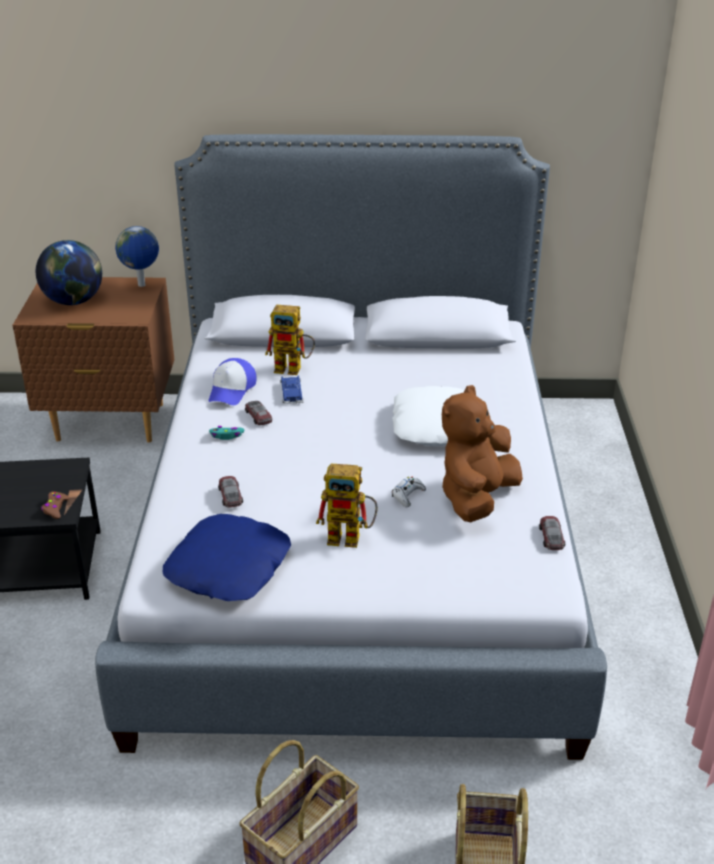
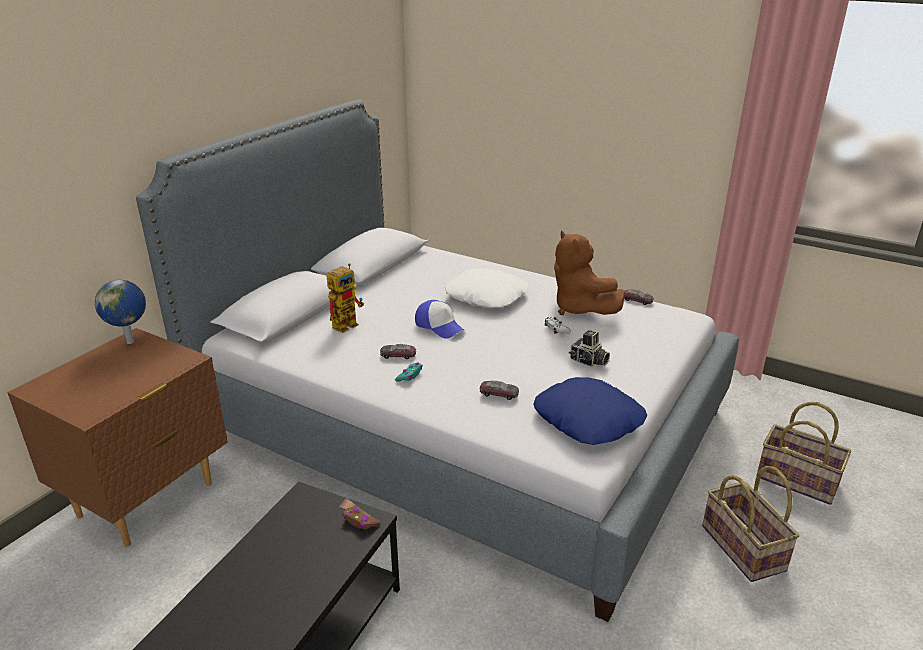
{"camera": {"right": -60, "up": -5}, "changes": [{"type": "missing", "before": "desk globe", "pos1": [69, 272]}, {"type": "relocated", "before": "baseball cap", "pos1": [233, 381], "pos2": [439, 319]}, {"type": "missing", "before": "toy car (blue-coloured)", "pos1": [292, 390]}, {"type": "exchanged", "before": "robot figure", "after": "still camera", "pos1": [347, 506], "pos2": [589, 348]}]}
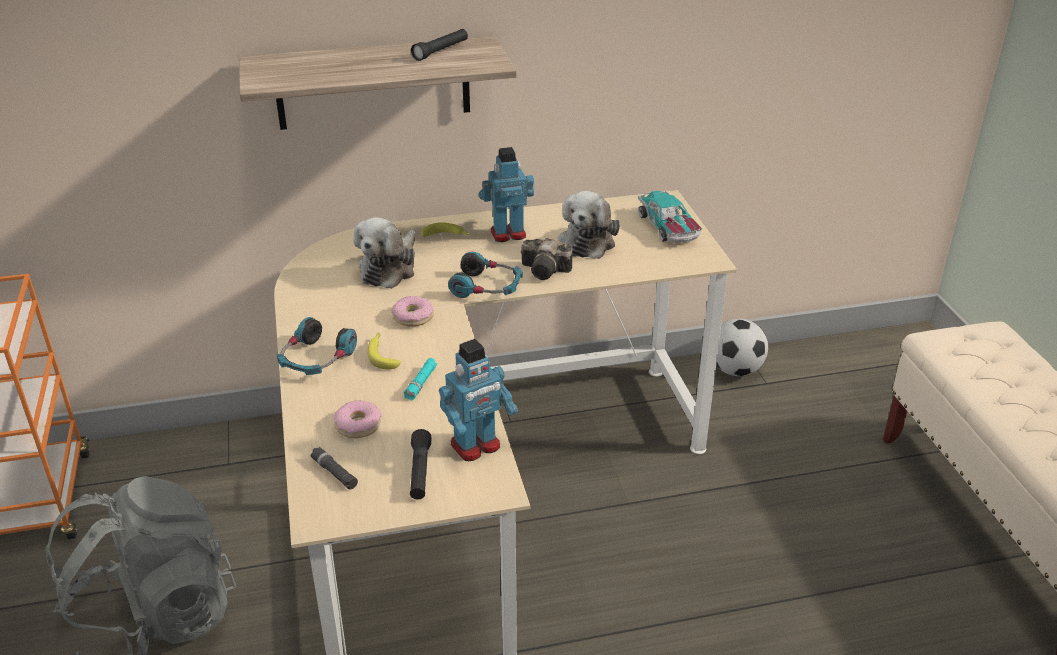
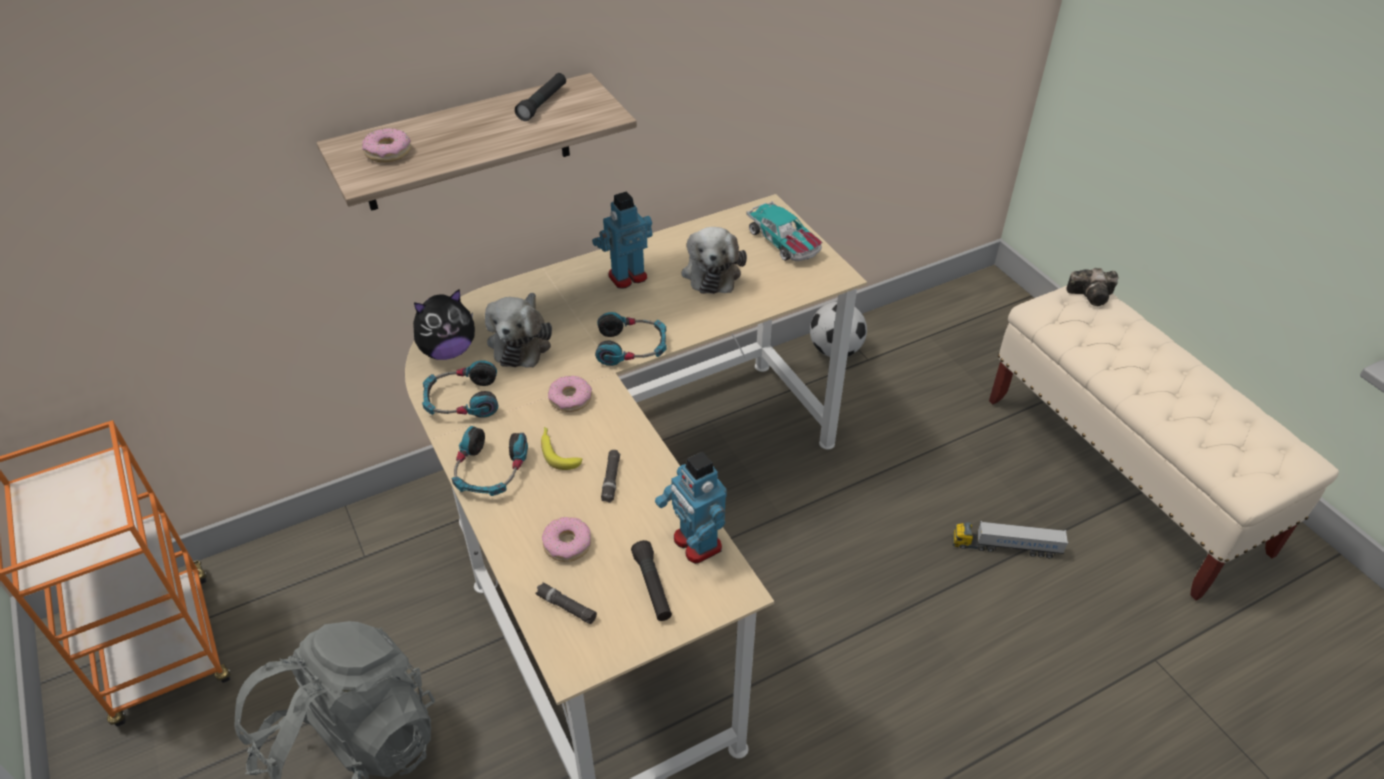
{"camera": {"right": -15, "up": 10}, "changes": [{"type": "colour", "before": "torch (turquoise)", "after": "torch (black-coloured)", "pos1": [420, 379], "pos2": [610, 476]}, {"type": "missing", "before": "banana fruit", "pos1": [445, 229]}, {"type": "spun", "before": "robot figure", "pos1": [478, 400], "pos2": [691, 507], "turn": 105}, {"type": "relocated", "before": "still camera", "pos1": [546, 259], "pos2": [1092, 287]}, {"type": "appeared", "after": "doughnut", "pos2": [386, 145]}, {"type": "appeared", "after": "cuddly toy", "pos2": [444, 324]}, {"type": "appeared", "after": "headphones", "pos2": [460, 389]}, {"type": "appeared", "after": "toy lorry", "pos2": [1010, 539]}]}
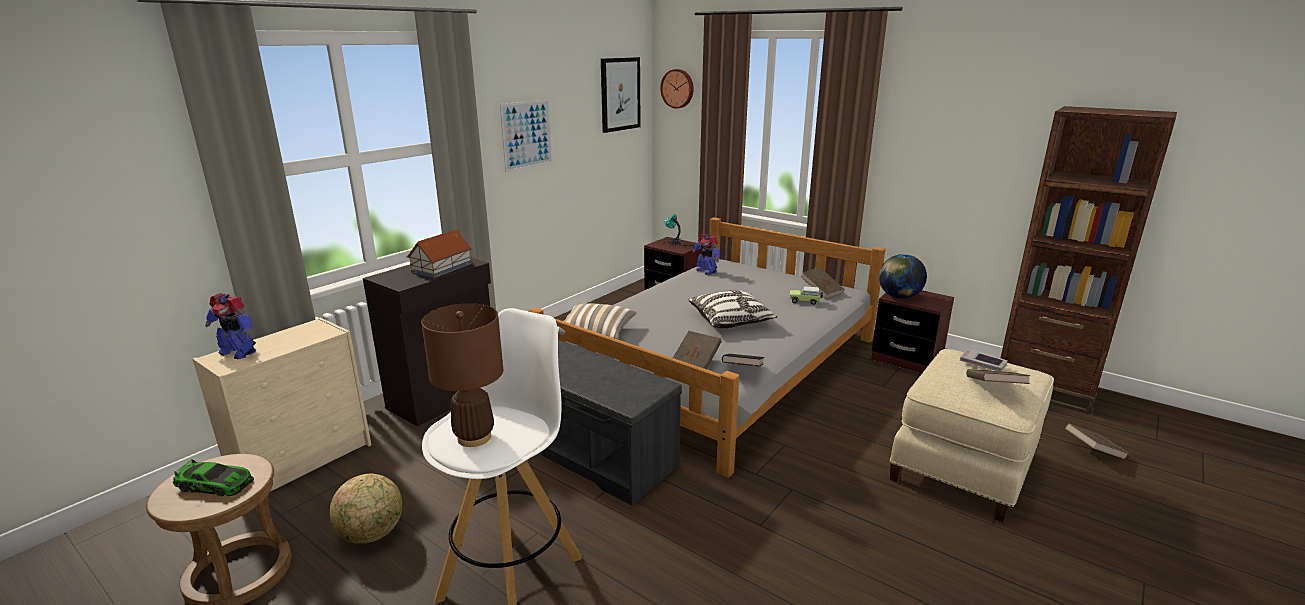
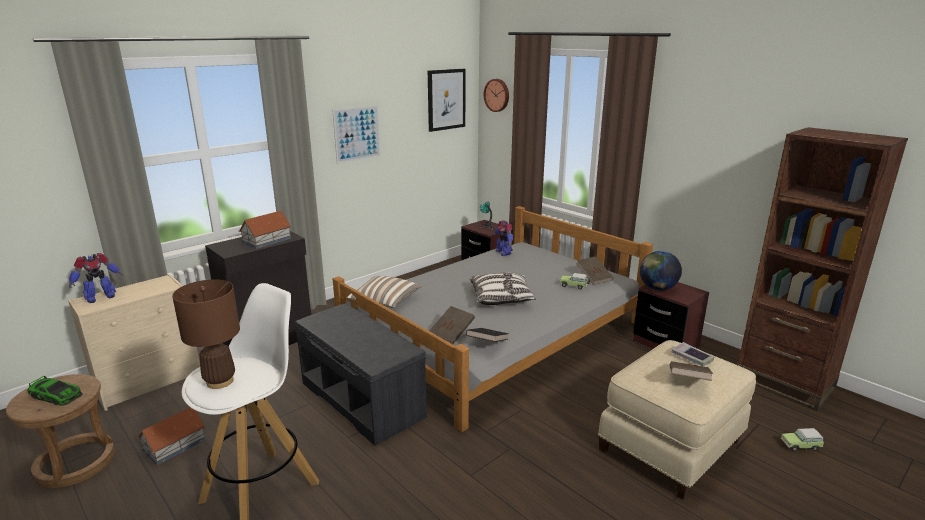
{"camera": {"right": 10, "up": 0}, "changes": [{"type": "spun", "before": "robot figure", "pos1": [230, 326], "pos2": [96, 278], "turn": -75}, {"type": "exchanged", "before": "desk globe", "after": "toy house", "pos1": [365, 509], "pos2": [171, 436]}, {"type": "exchanged", "before": "bound book (brown-coloured)", "after": "toy car", "pos1": [1097, 441], "pos2": [802, 440]}]}
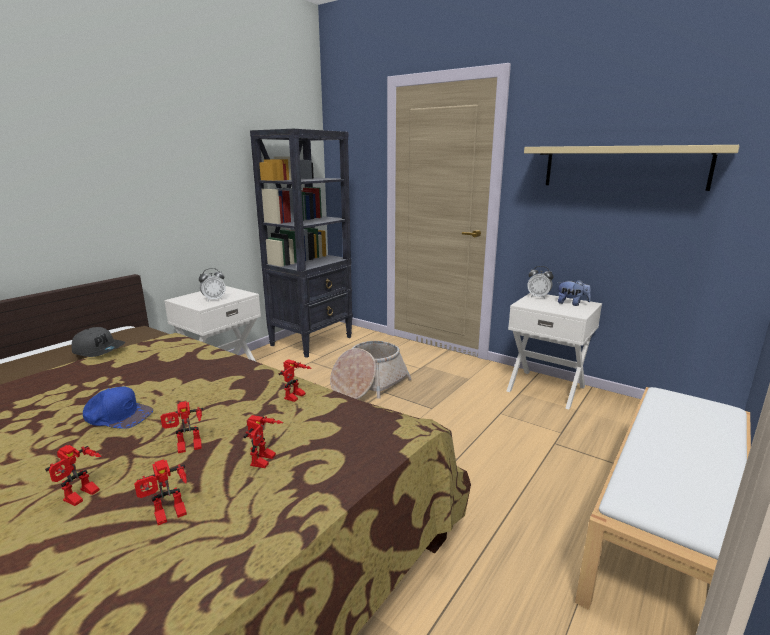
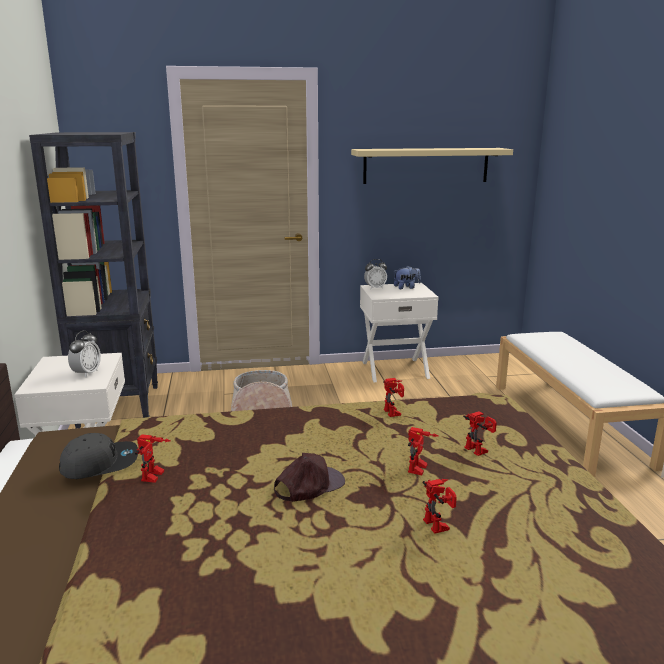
{"camera": {"right": -45, "up": 0}, "changes": [{"type": "colour", "before": "baseball cap (blue-coloured)", "after": "baseball cap (brown-coloured)", "pos1": [118, 408], "pos2": [309, 477]}, {"type": "relocated", "before": "robot figure", "pos1": [160, 492], "pos2": [153, 458]}]}
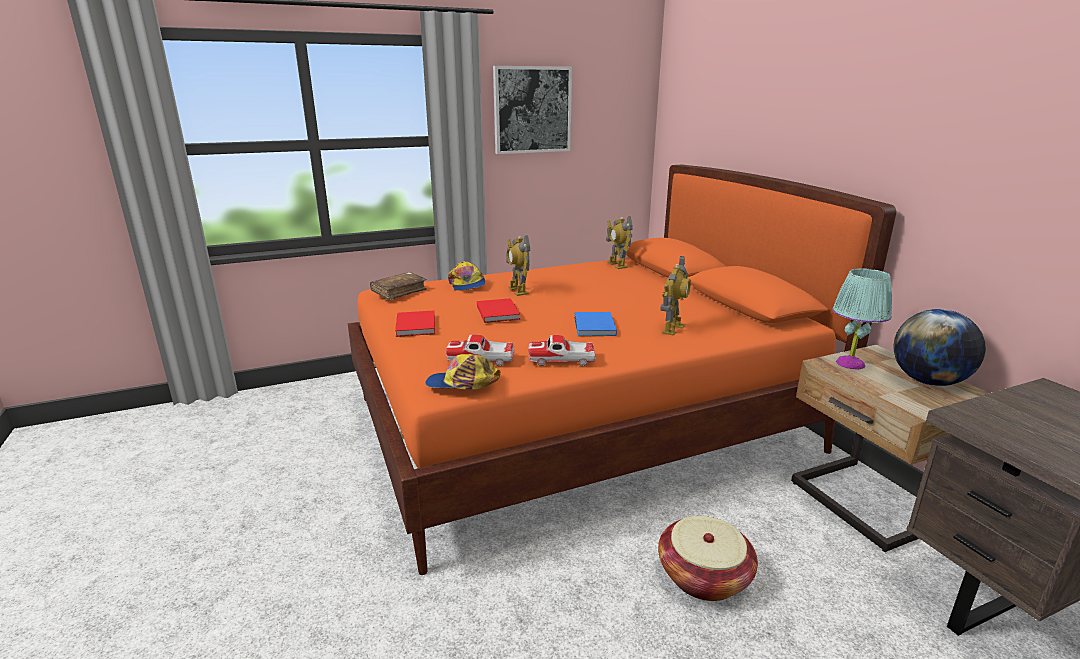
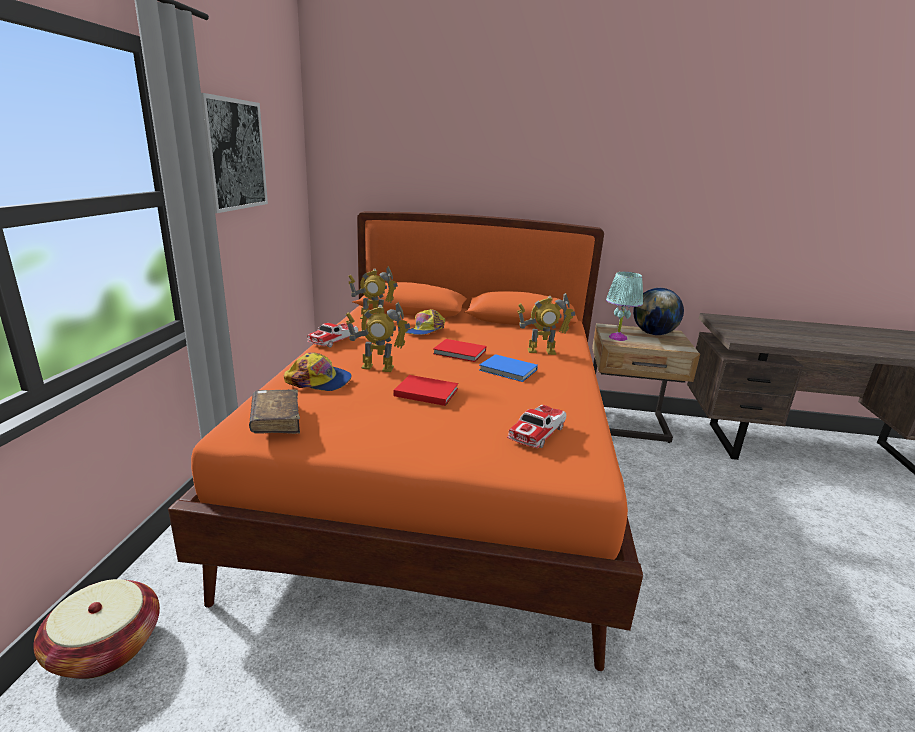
{"camera": {"right": -60, "up": 0}, "changes": [{"type": "relocated", "before": "bound book (reddish)", "pos1": [415, 324], "pos2": [459, 350]}, {"type": "relocated", "before": "baseball cap", "pos1": [463, 372], "pos2": [425, 322]}, {"type": "relocated", "before": "toy car", "pos1": [562, 350], "pos2": [332, 335]}, {"type": "relocated", "before": "storage basket", "pos1": [708, 558], "pos2": [96, 629]}, {"type": "spun", "before": "robot figure", "pos1": [675, 296], "pos2": [546, 323], "turn": 120}]}
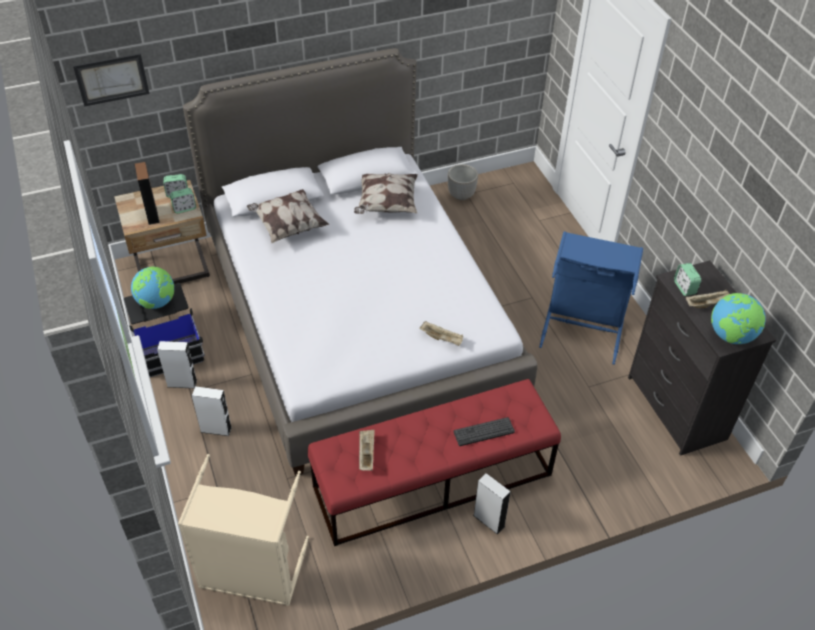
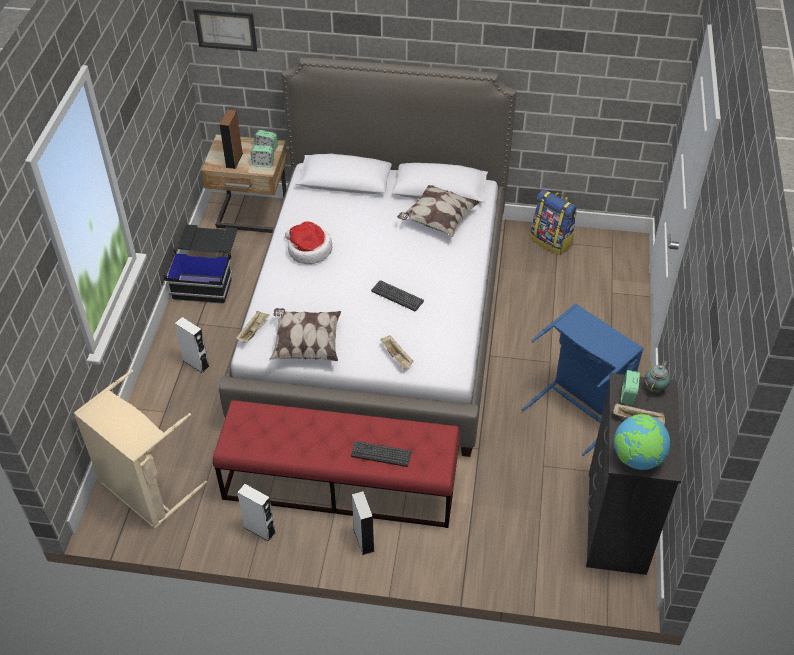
{"camera": {"right": 30, "up": 0}, "changes": [{"type": "missing", "before": "desk globe", "pos1": [152, 288]}, {"type": "relocated", "before": "audio speaker (whitish)", "pos1": [177, 364], "pos2": [256, 513]}, {"type": "relocated", "before": "pillow", "pos1": [288, 216], "pos2": [305, 334]}, {"type": "relocated", "before": "tray (beige)", "pos1": [367, 450], "pos2": [253, 327]}, {"type": "exchanged", "before": "planter", "after": "rucksack", "pos1": [463, 182], "pos2": [553, 222]}, {"type": "appeared", "after": "hat", "pos2": [308, 242]}, {"type": "appeared", "after": "keyboard", "pos2": [397, 295]}, {"type": "appeared", "after": "pot for tea", "pos2": [657, 377]}]}
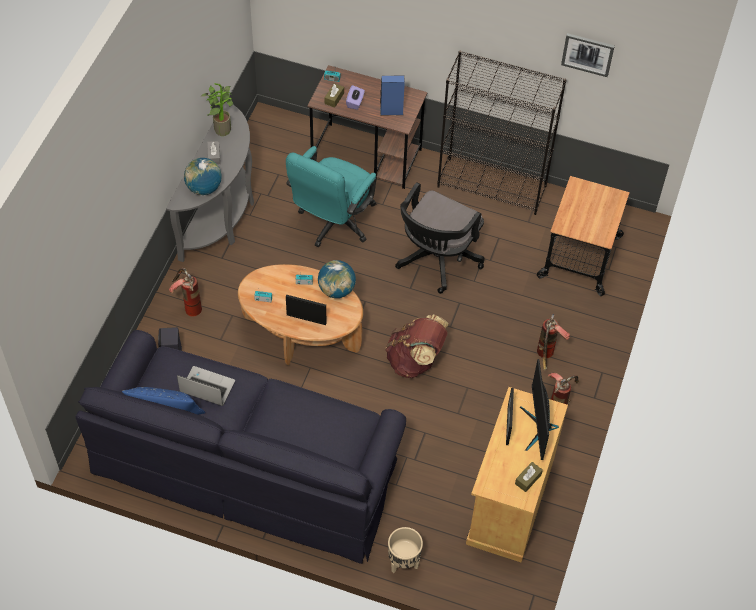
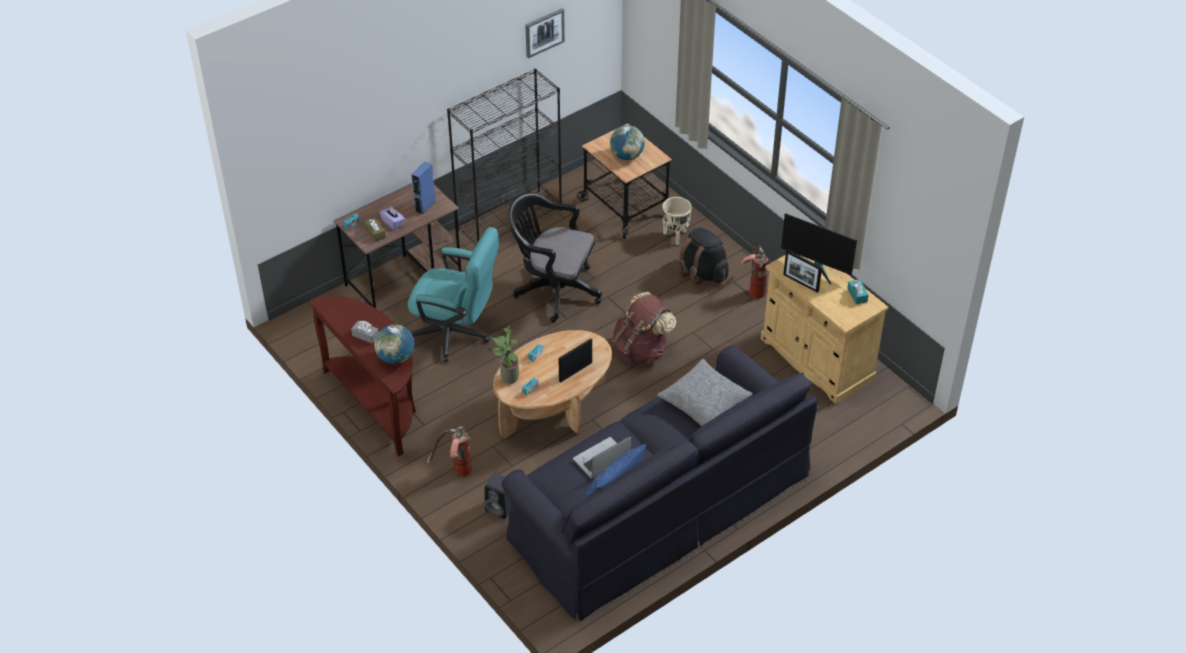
{"camera": {"right": -55, "up": -10}, "changes": [{"type": "colour", "before": "narrow table (greyish)", "after": "narrow table (brown-coloured)", "pos1": [210, 182], "pos2": [362, 376]}, {"type": "relocated", "before": "potted plant", "pos1": [216, 109], "pos2": [503, 355]}, {"type": "spun", "before": "office chair (turquoise)", "pos1": [331, 196], "pos2": [453, 294], "turn": -45}, {"type": "relocated", "before": "desk globe", "pos1": [337, 279], "pos2": [627, 142]}, {"type": "relocated", "before": "planter (beige)", "pos1": [405, 550], "pos2": [677, 221]}, {"type": "spun", "before": "office chair (black-coloured)", "pos1": [440, 238], "pos2": [555, 257], "turn": 135}, {"type": "colour", "before": "tissue holder (brown-coloured)", "after": "tissue holder (turquoise)", "pos1": [529, 477], "pos2": [858, 291]}, {"type": "exchanged", "before": "extinguisher", "after": "rucksack (black-coloured)", "pos1": [553, 342], "pos2": [703, 256]}, {"type": "appeared", "after": "pillow (greyish)", "pos2": [705, 392]}]}
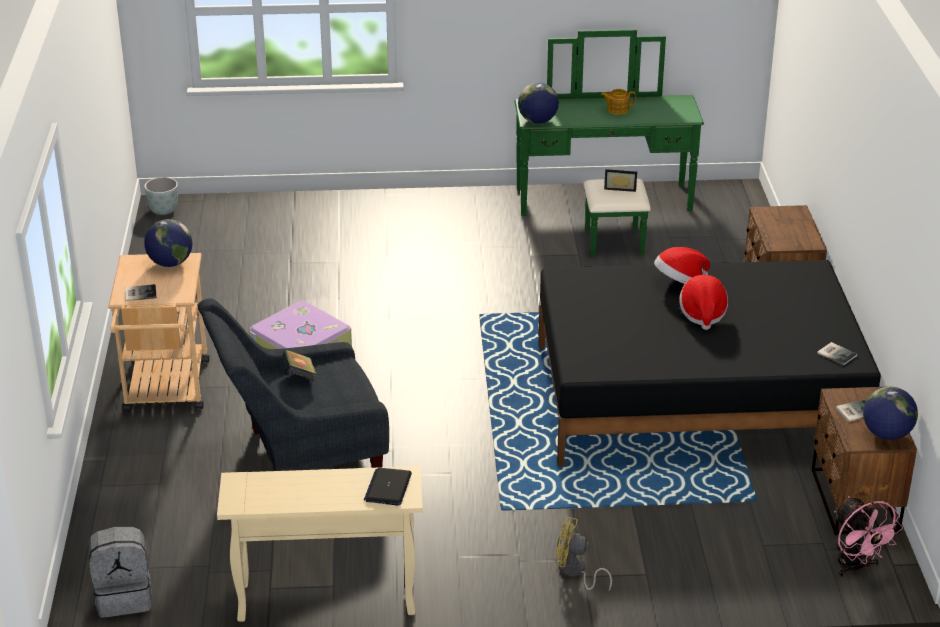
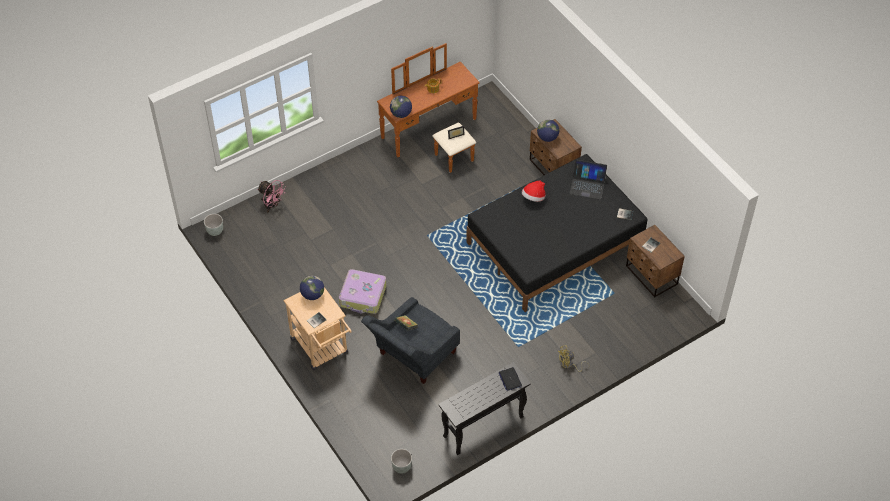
{"camera": {"right": -30, "up": 20}, "changes": [{"type": "exchanged", "before": "rucksack (greyish)", "after": "planter (greyish)", "pos1": [120, 572], "pos2": [401, 461]}, {"type": "colour", "before": "narrow table (beige)", "after": "narrow table (black-coloured)", "pos1": [320, 544], "pos2": [485, 408]}, {"type": "colour", "before": "dresser (green)", "after": "dresser (brown-coloured)", "pos1": [609, 142], "pos2": [428, 108]}, {"type": "missing", "before": "hat", "pos1": [703, 302]}, {"type": "relocated", "before": "cooling fan (pink-coloured)", "pos1": [868, 536], "pos2": [271, 196]}, {"type": "relocated", "before": "desk globe", "pos1": [890, 413], "pos2": [548, 130]}, {"type": "appeared", "after": "portable computer", "pos2": [588, 180]}]}
